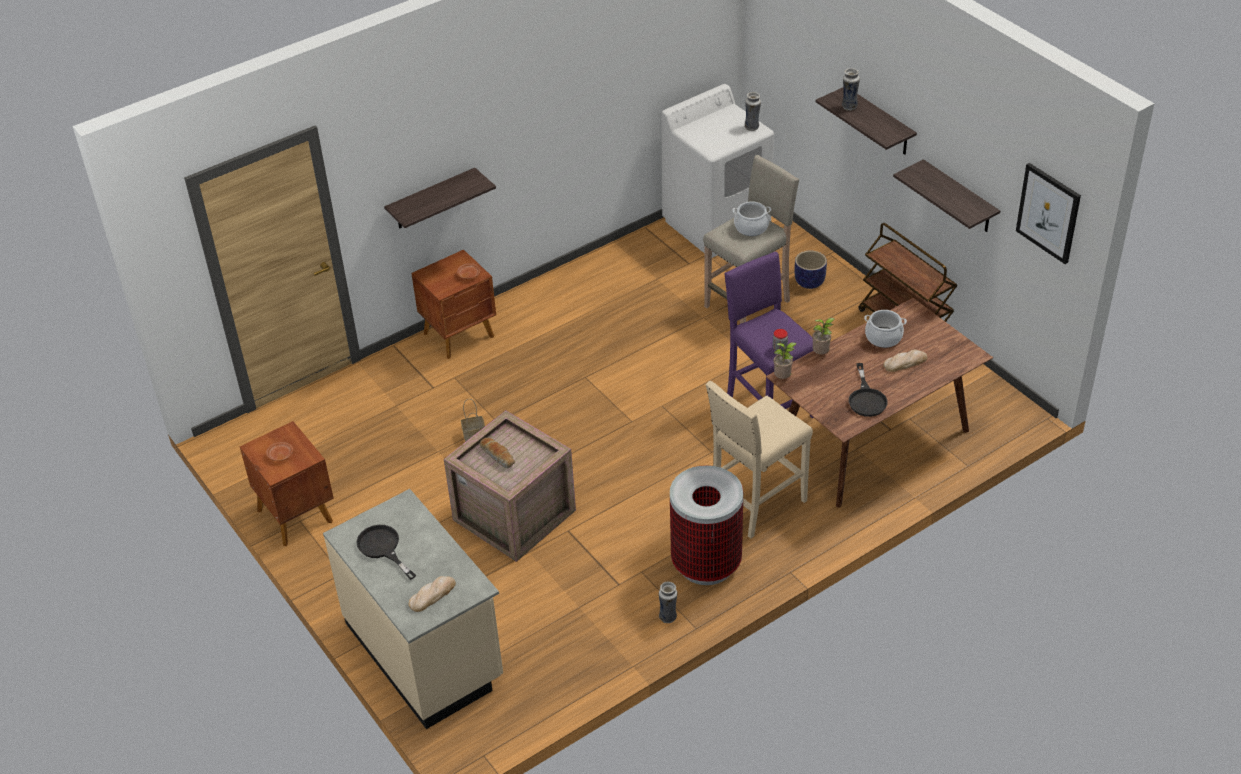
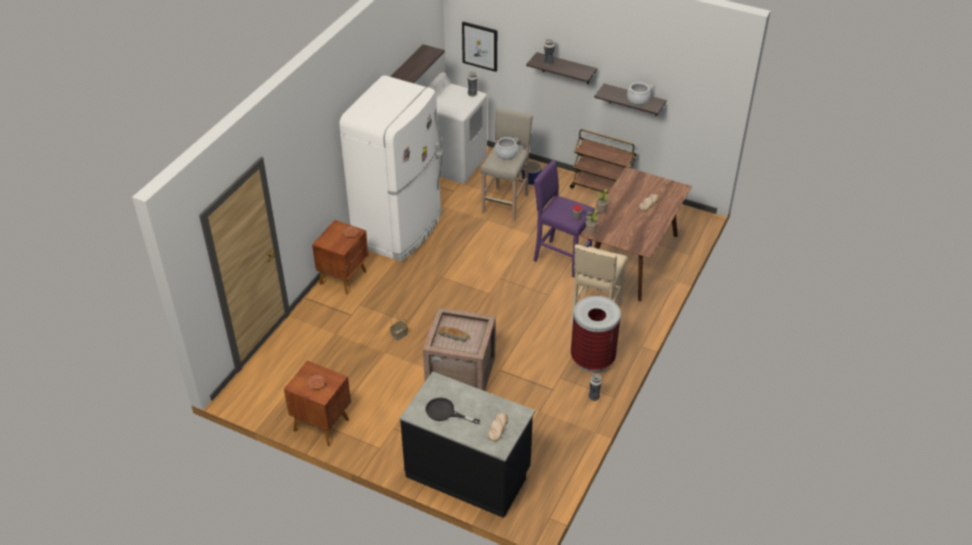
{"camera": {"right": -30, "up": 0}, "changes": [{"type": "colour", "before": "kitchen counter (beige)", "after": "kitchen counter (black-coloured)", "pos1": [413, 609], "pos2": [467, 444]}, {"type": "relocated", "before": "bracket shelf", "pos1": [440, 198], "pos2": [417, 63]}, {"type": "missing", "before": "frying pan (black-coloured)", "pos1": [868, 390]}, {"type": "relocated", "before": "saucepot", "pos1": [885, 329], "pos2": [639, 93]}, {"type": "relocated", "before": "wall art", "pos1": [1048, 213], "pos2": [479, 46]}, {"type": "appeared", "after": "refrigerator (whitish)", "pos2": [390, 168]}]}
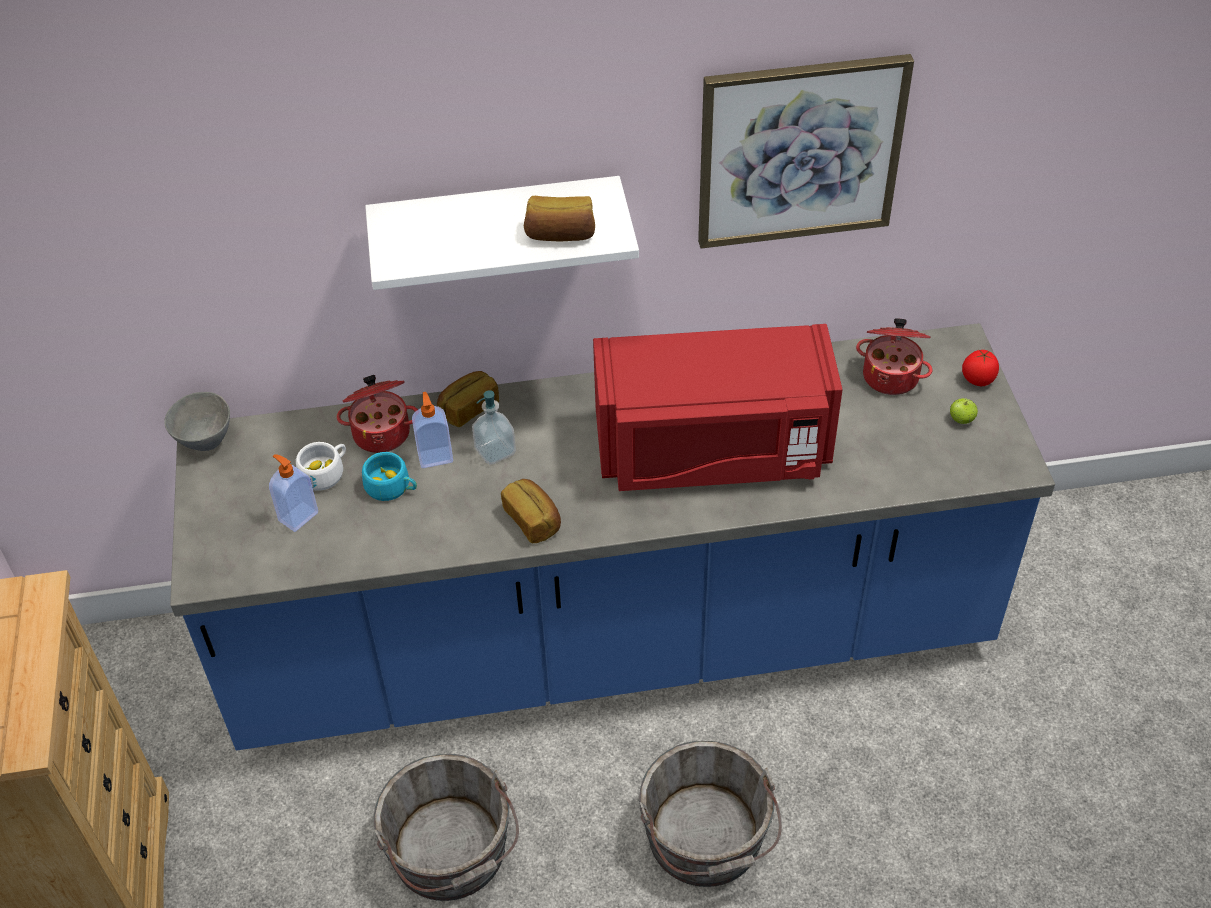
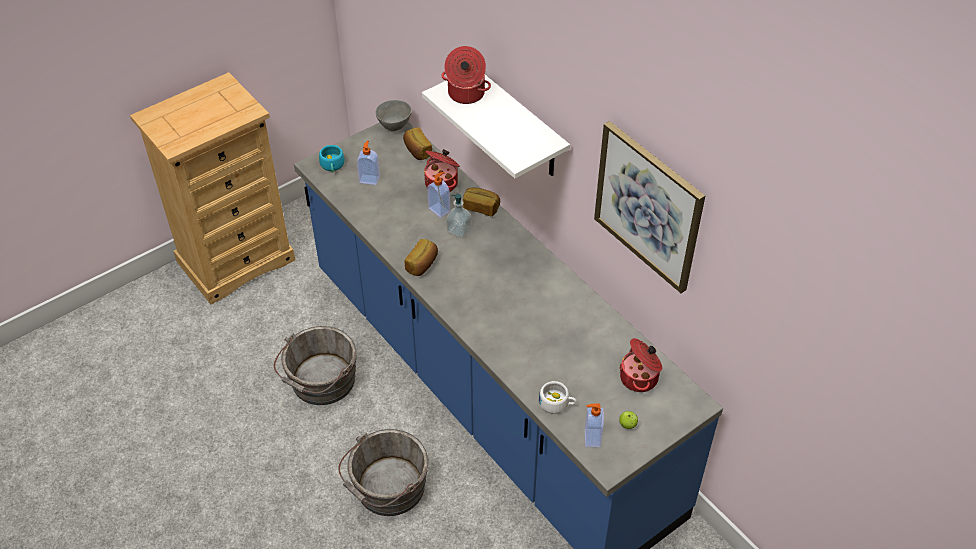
{"camera": {"right": 60, "up": 0}, "changes": [{"type": "relocated", "before": "drinking cup (whitish)", "pos1": [321, 466], "pos2": [558, 397]}, {"type": "relocated", "before": "drinking cup (turquoise)", "pos1": [389, 476], "pos2": [332, 159]}, {"type": "relocated", "before": "bread", "pos1": [559, 219], "pos2": [417, 143]}, {"type": "missing", "before": "microwave oven (reddish)", "pos1": [718, 407]}, {"type": "missing", "before": "fresh tomato", "pos1": [980, 367]}, {"type": "appeared", "after": "saucepot", "pos2": [466, 75]}, {"type": "appeared", "after": "soap bottle", "pos2": [594, 425]}]}
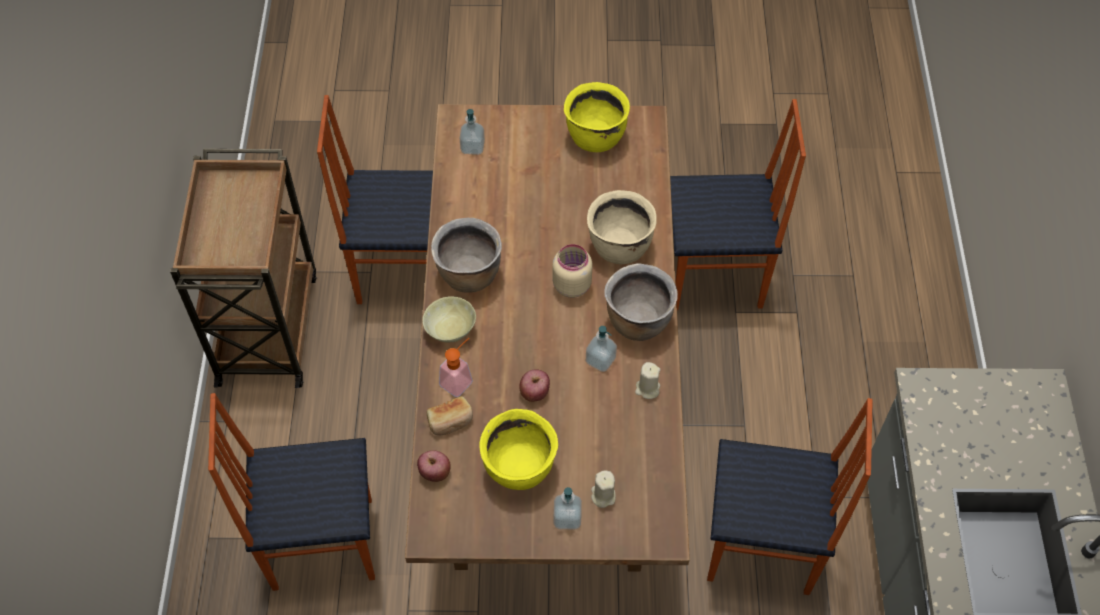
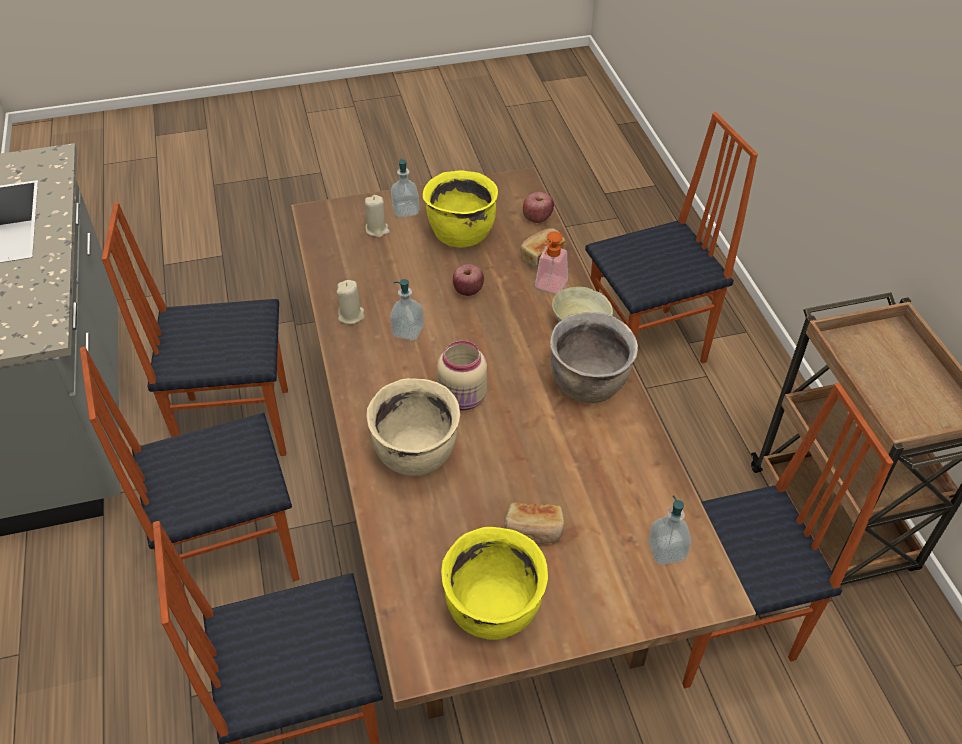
{"camera": {"right": 165, "up": -10}, "changes": [{"type": "missing", "before": "saucepot (brown-coloured)", "pos1": [641, 302]}, {"type": "appeared", "after": "upright chair", "pos2": [190, 478]}, {"type": "appeared", "after": "bread", "pos2": [535, 523]}]}
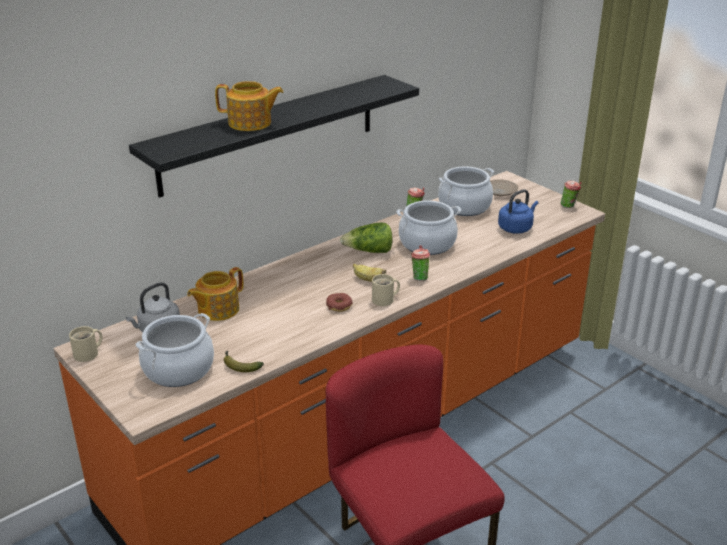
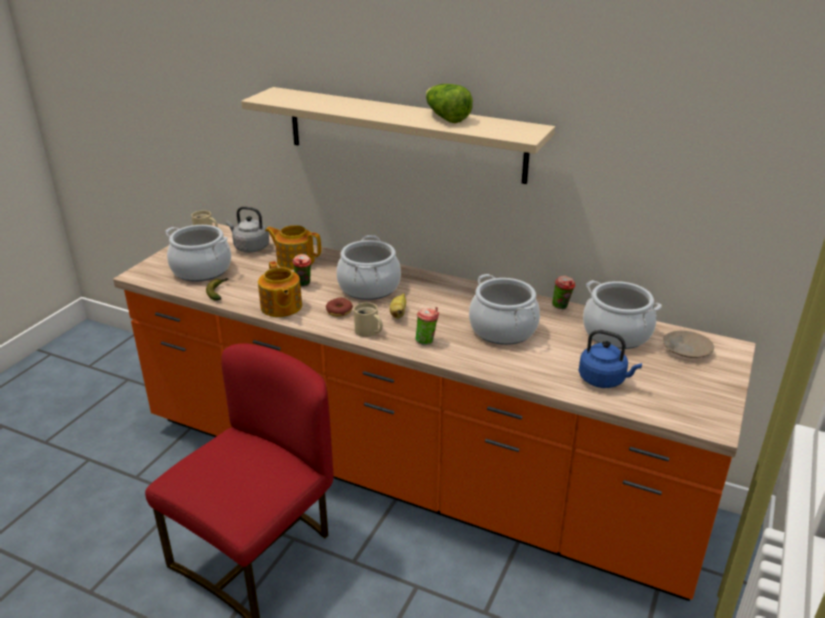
{"camera": {"right": 65, "up": 0}, "changes": [{"type": "colour", "before": "bracket shelf (black-coloured)", "after": "bracket shelf (beige)", "pos1": [274, 136], "pos2": [398, 135]}, {"type": "relocated", "before": "pot for tea", "pos1": [249, 106], "pos2": [280, 289]}, {"type": "relocated", "before": "head of lettuce", "pos1": [366, 238], "pos2": [449, 103]}, {"type": "relocated", "before": "drinking cup", "pos1": [570, 194], "pos2": [302, 270]}, {"type": "appeared", "after": "saucepot", "pos2": [368, 267]}]}
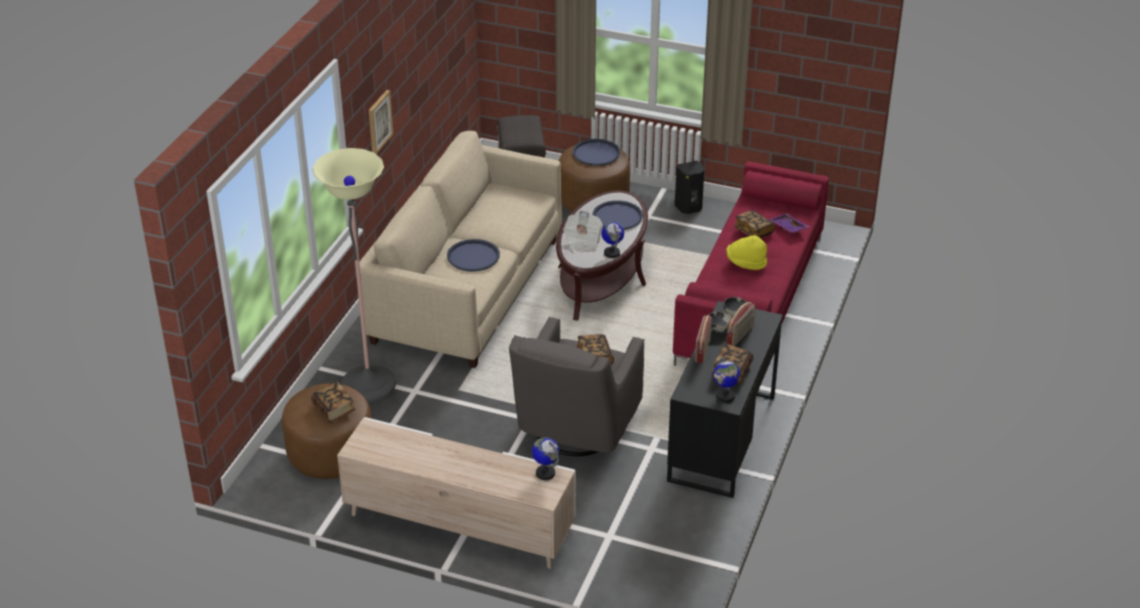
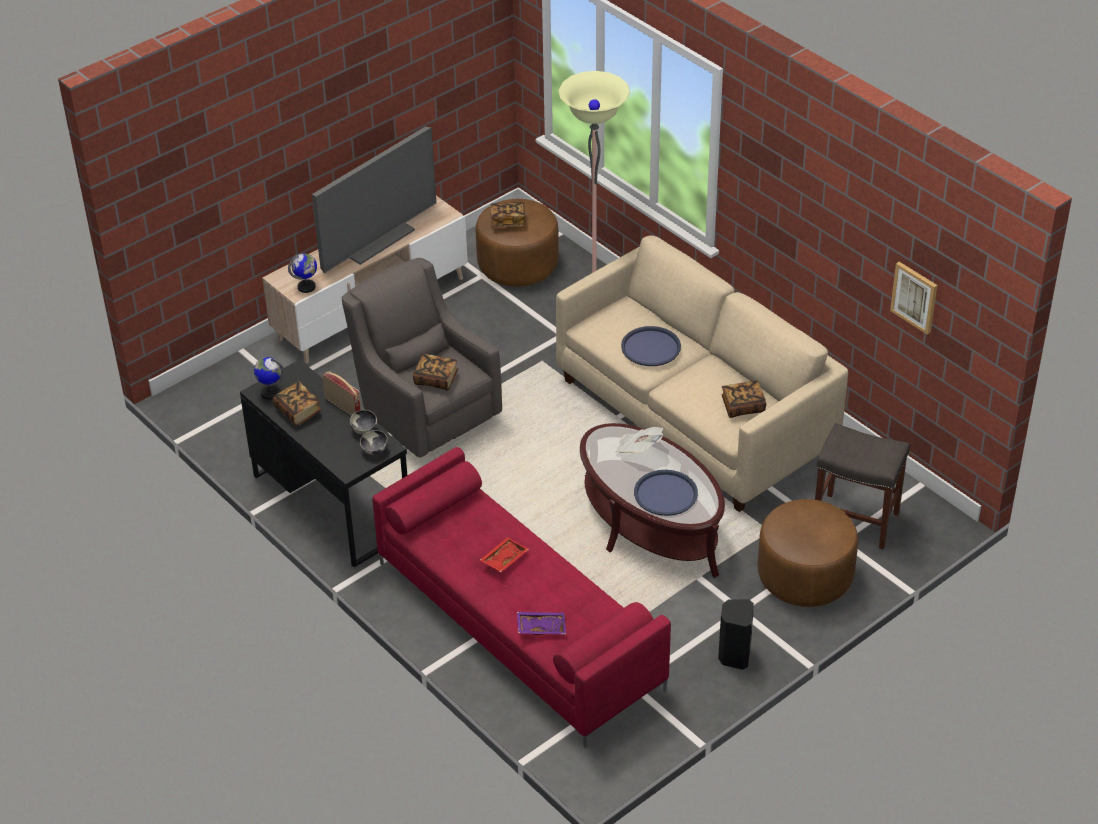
{"camera": {"right": 120, "up": 5}, "changes": [{"type": "relocated", "before": "wall art", "pos1": [381, 122], "pos2": [914, 298]}, {"type": "missing", "before": "tray (blue-coloured)", "pos1": [596, 152]}, {"type": "missing", "before": "desk globe", "pos1": [612, 240]}, {"type": "exchanged", "before": "hat (yellowish)", "after": "tray (reddish)", "pos1": [746, 252], "pos2": [504, 554]}, {"type": "missing", "before": "radio receiver", "pos1": [740, 324]}, {"type": "relocated", "before": "bound book", "pos1": [754, 224], "pos2": [743, 399]}, {"type": "appeared", "after": "TV set", "pos2": [374, 200]}]}
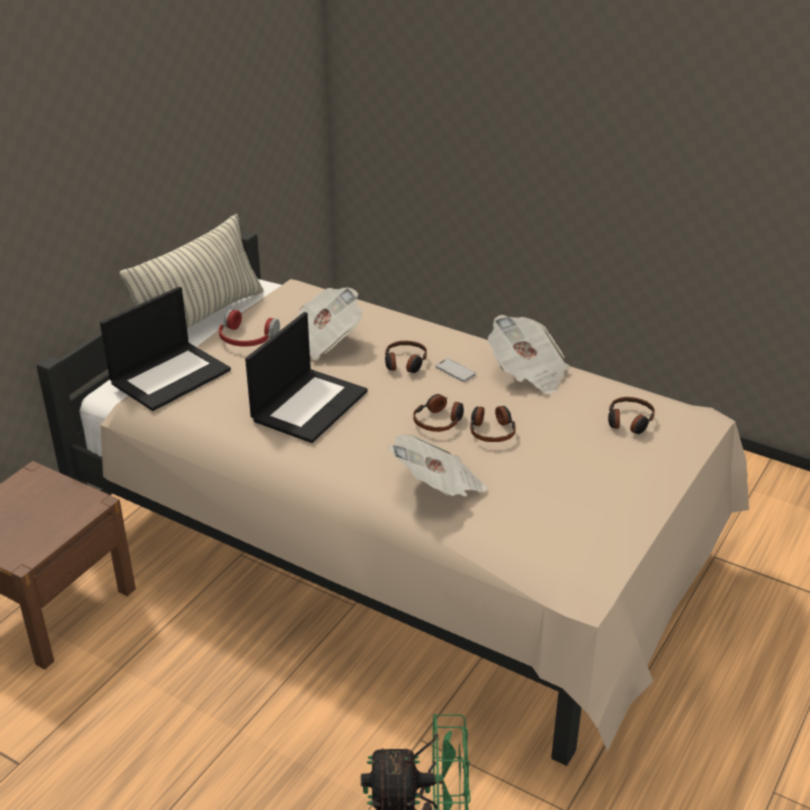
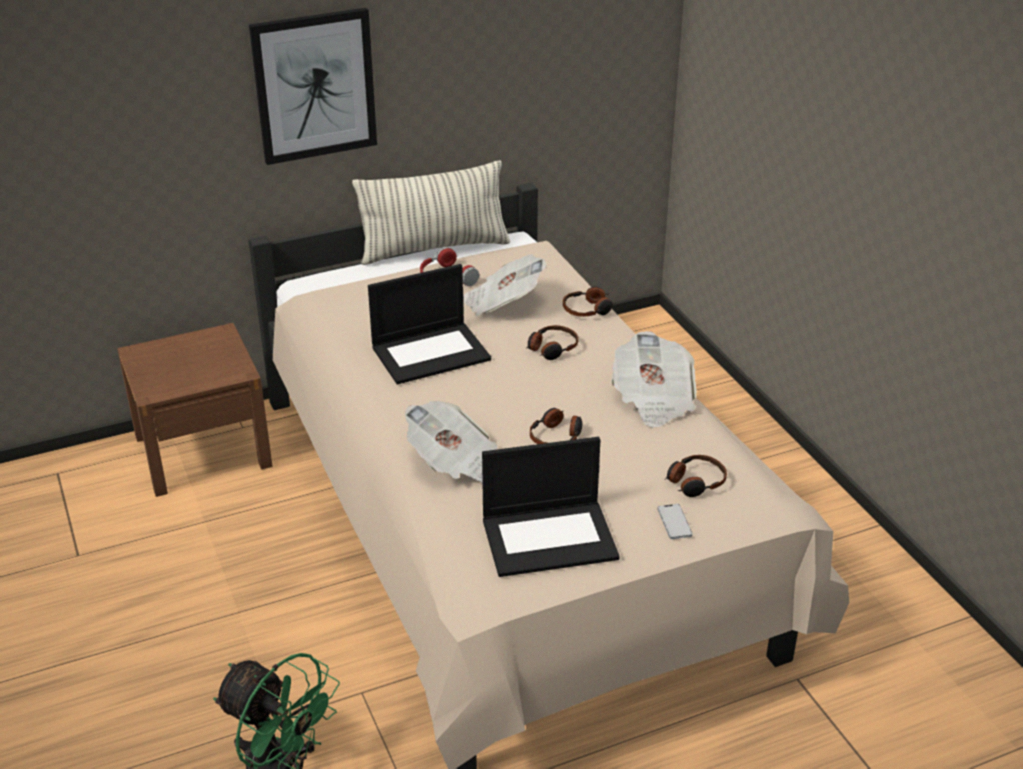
{"camera": {"right": 35, "up": 0}, "changes": [{"type": "relocated", "before": "portable computer", "pos1": [165, 348], "pos2": [551, 507]}, {"type": "relocated", "before": "headphones", "pos1": [438, 413], "pos2": [589, 302]}, {"type": "relocated", "before": "telephone", "pos1": [456, 370], "pos2": [675, 521]}, {"type": "appeared", "after": "wall art", "pos2": [313, 86]}]}
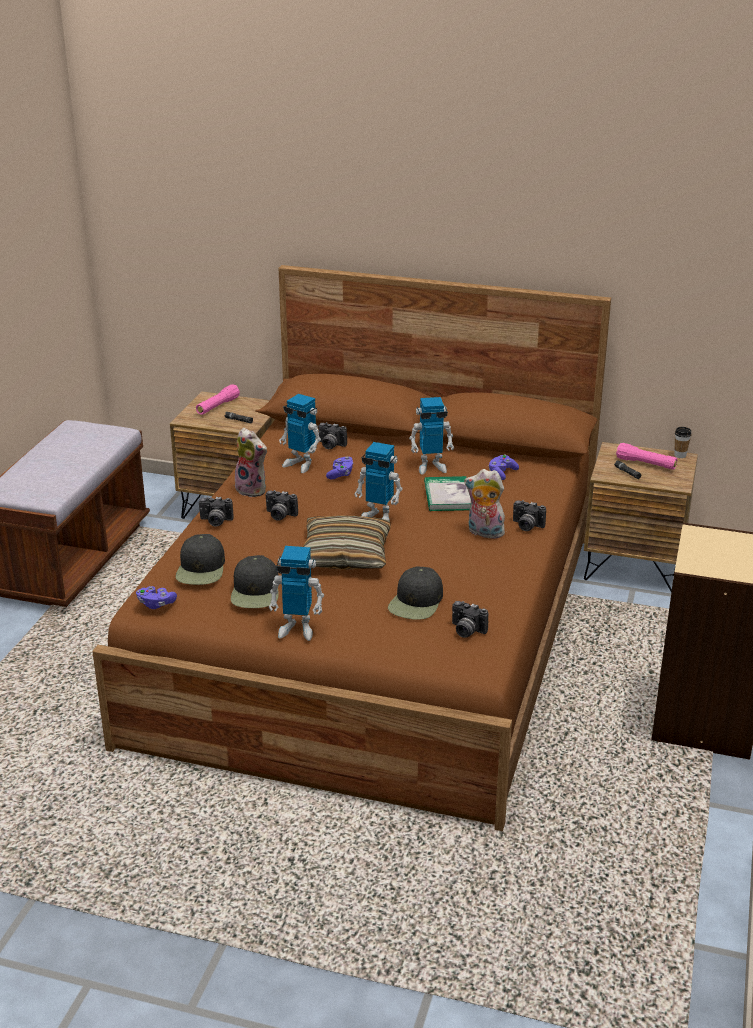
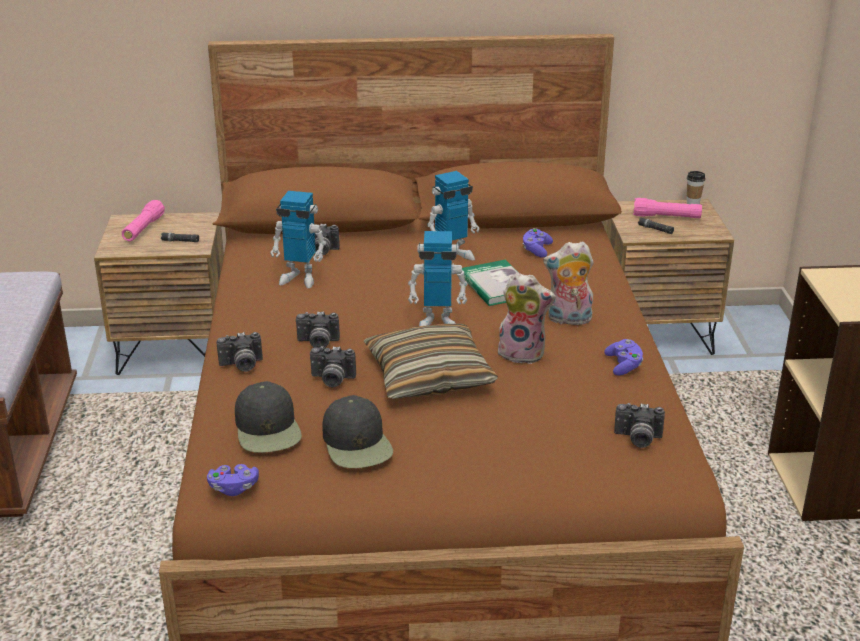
{"camera": {"right": -20, "up": 0}, "changes": [{"type": "relocated", "before": "cuddly toy", "pos1": [251, 463], "pos2": [526, 318]}, {"type": "missing", "before": "robot figure", "pos1": [296, 593]}, {"type": "relocated", "before": "joypad (purple)", "pos1": [339, 467], "pos2": [623, 357]}, {"type": "missing", "before": "baseball cap (black-coloured)", "pos1": [415, 593]}, {"type": "relocated", "before": "still camera", "pos1": [529, 515], "pos2": [333, 366]}]}
